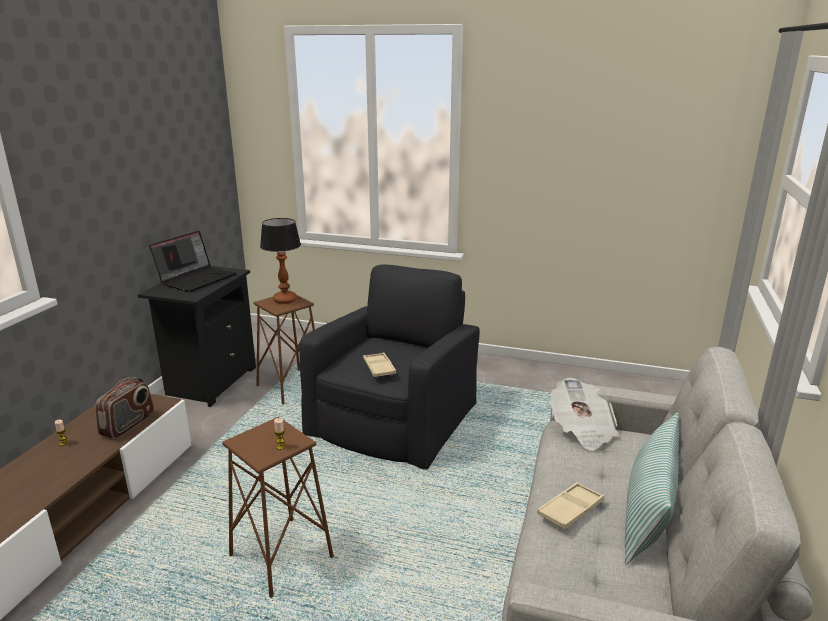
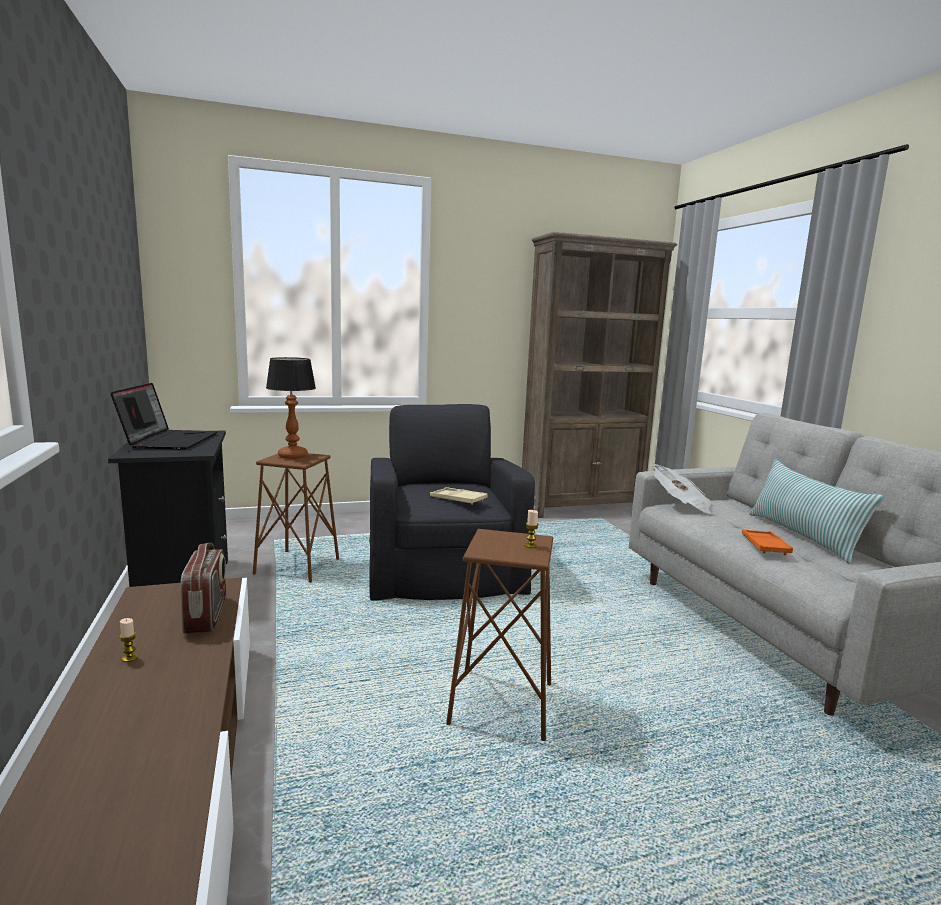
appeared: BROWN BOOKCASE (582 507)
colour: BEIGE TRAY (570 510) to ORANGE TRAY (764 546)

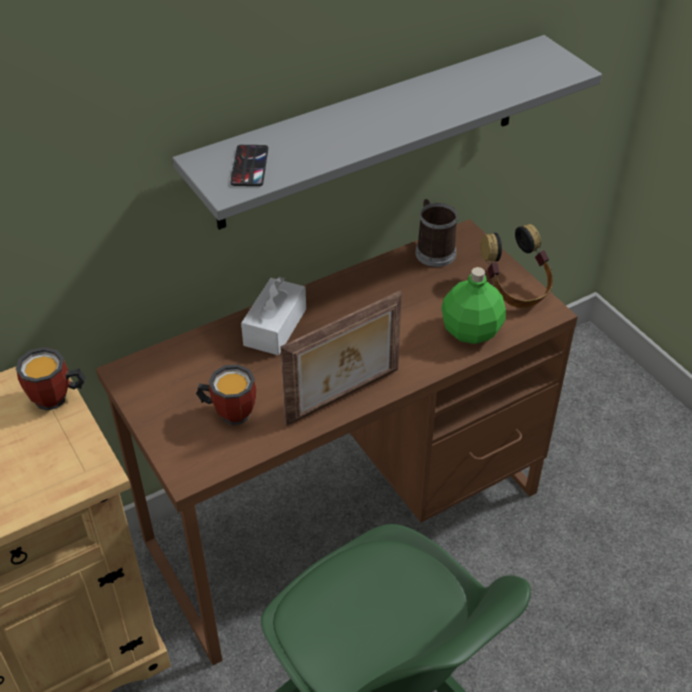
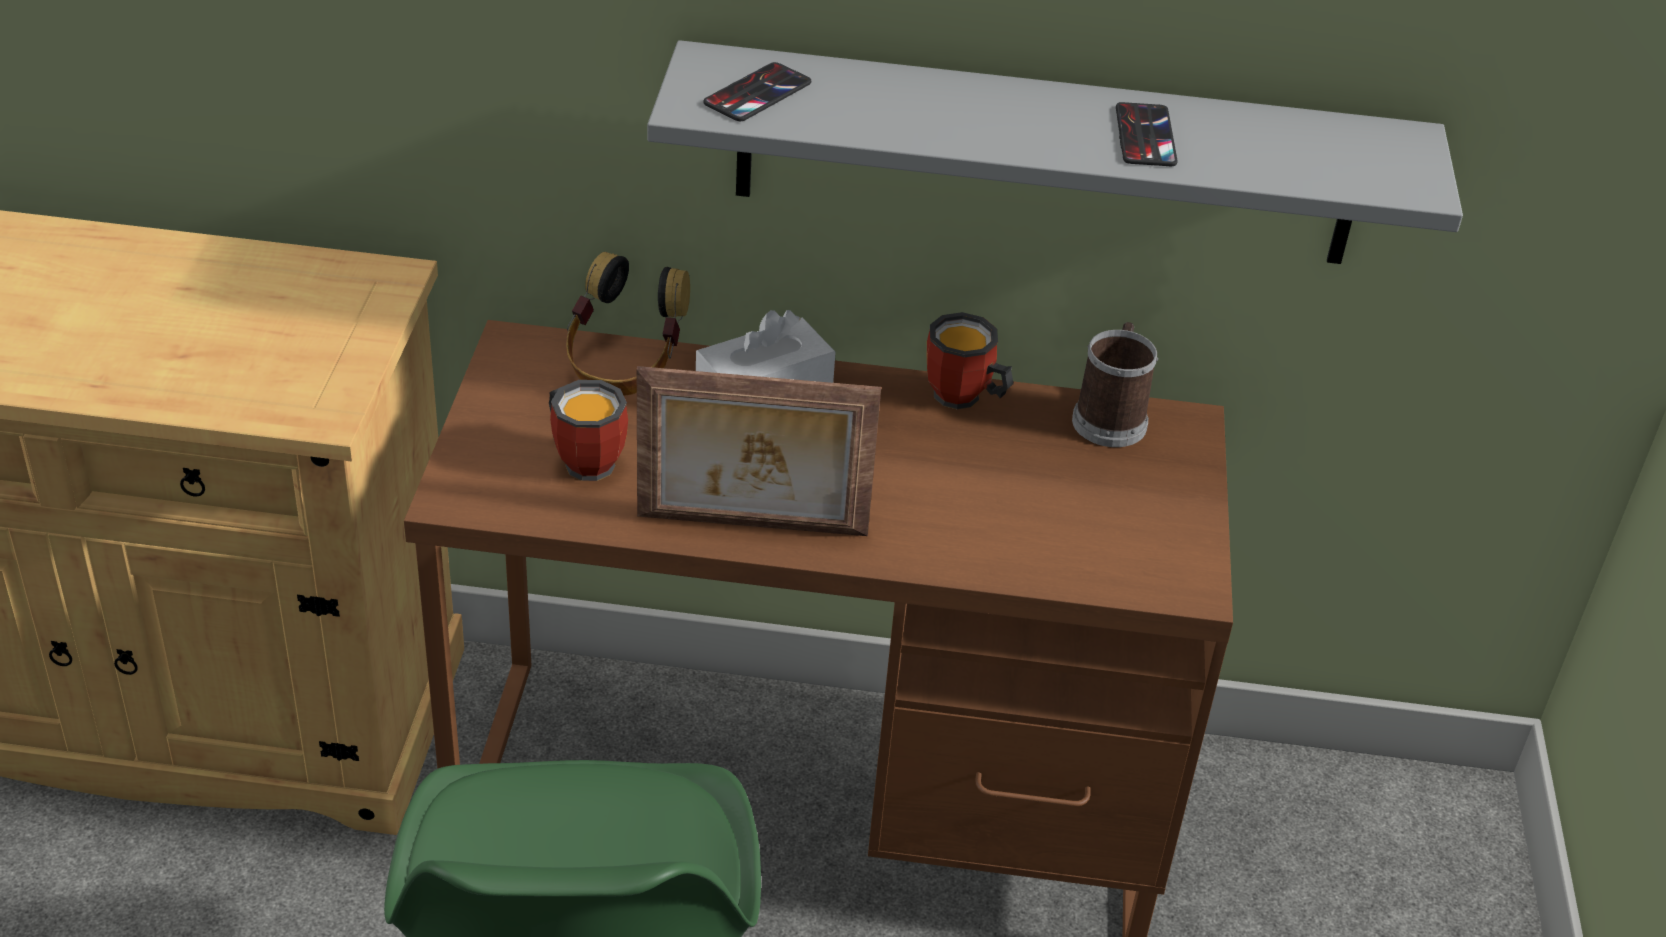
missing: GREEN BOTTLE (472 331)
appeared: PHONE (1145 136)
relocated: MUG (56 400) to (962 400); HEADPHONES (516 288) to (625 366)

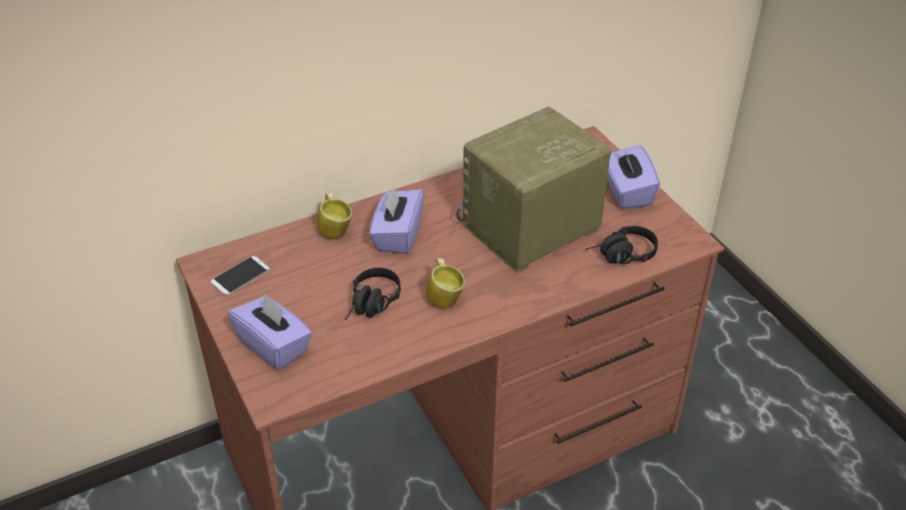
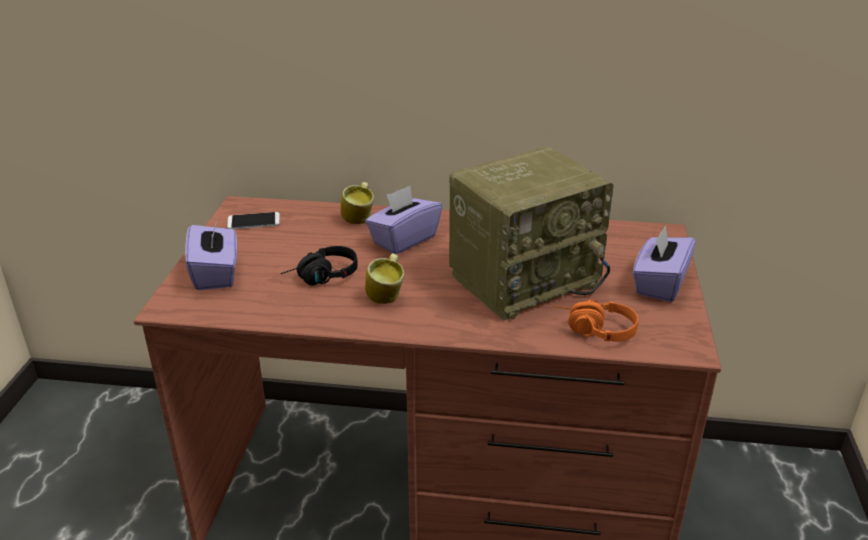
colour: BLACK HEADPHONES (621 256) to ORANGE HEADPHONES (593 330)
spun: RADIO (530 231) = (524 278) 150 degrees clockwise

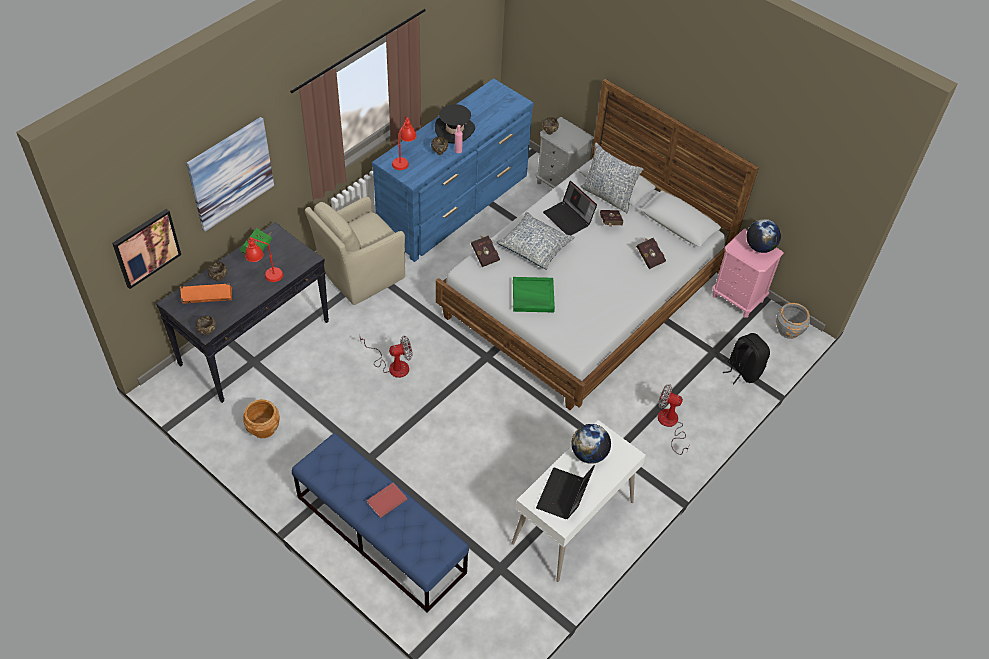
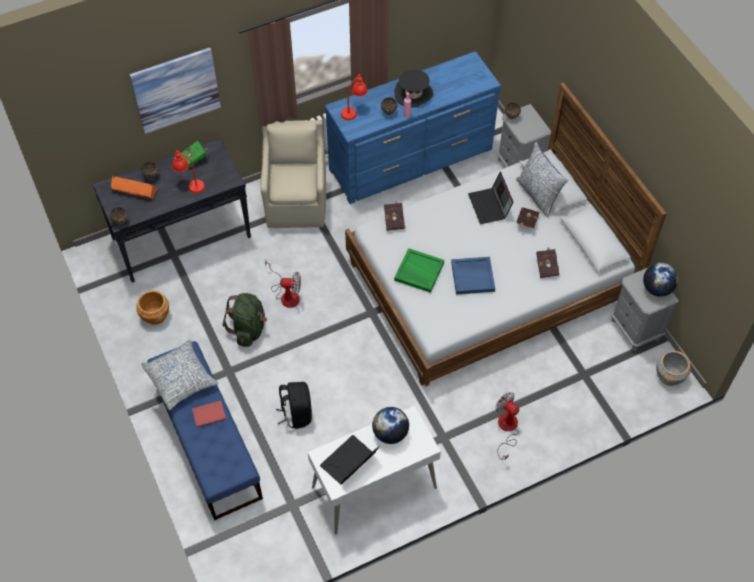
missing: PICTURE (146 247)
appeared: GREEN BACKPACK (249 329); BLUE TRAY (473 276)
relocated: PILLOW (535 247) to (181 379); BLACK BACKPACK (742 371) to (296 414)
colour: PINK NIGHTSTAND (738 298) to GREY NIGHTSTAND (635 329)
spun: BEIGE ARMCHAIR (359 274) = (296 202) 105 degrees clockwise

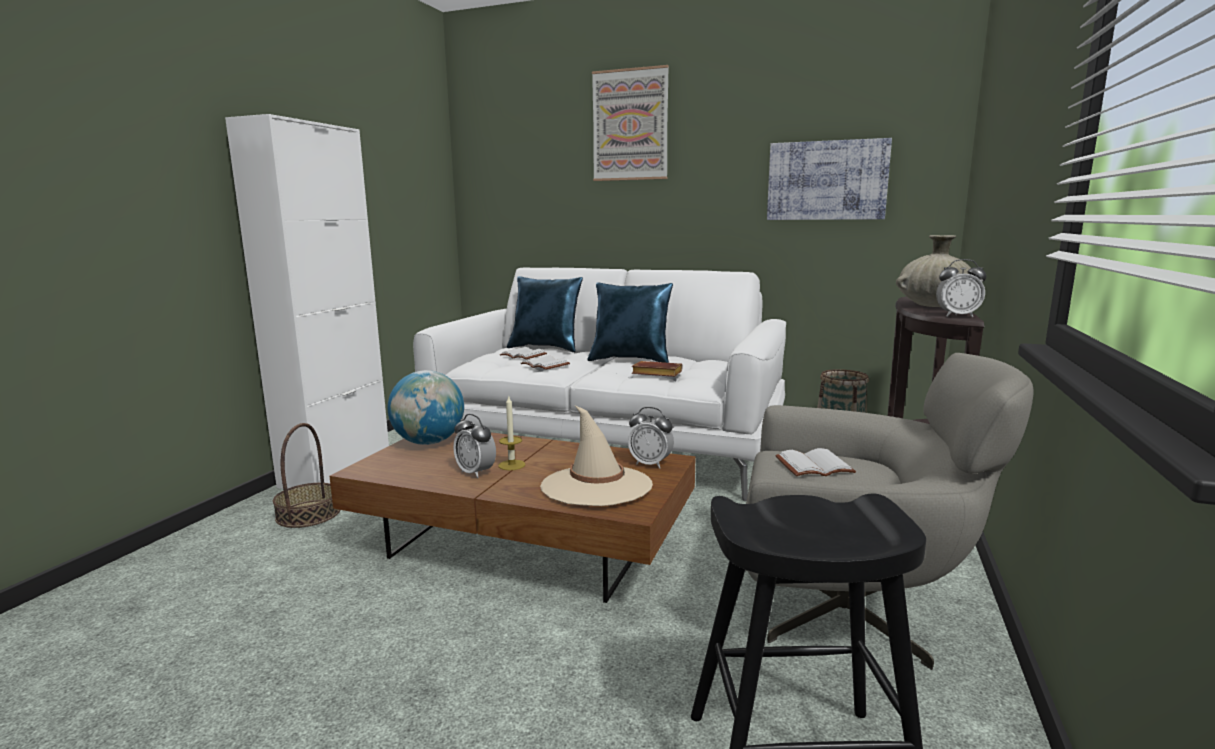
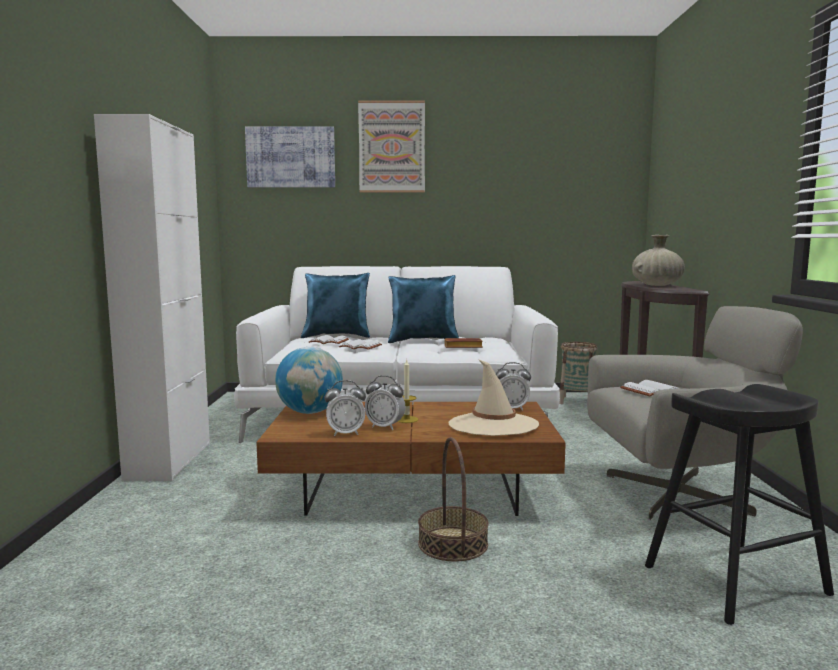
relocated: BASKET (308 514) to (452 544); PICTURE (826 180) to (291 157); ALARM CLOCK (957 316) to (345 433)

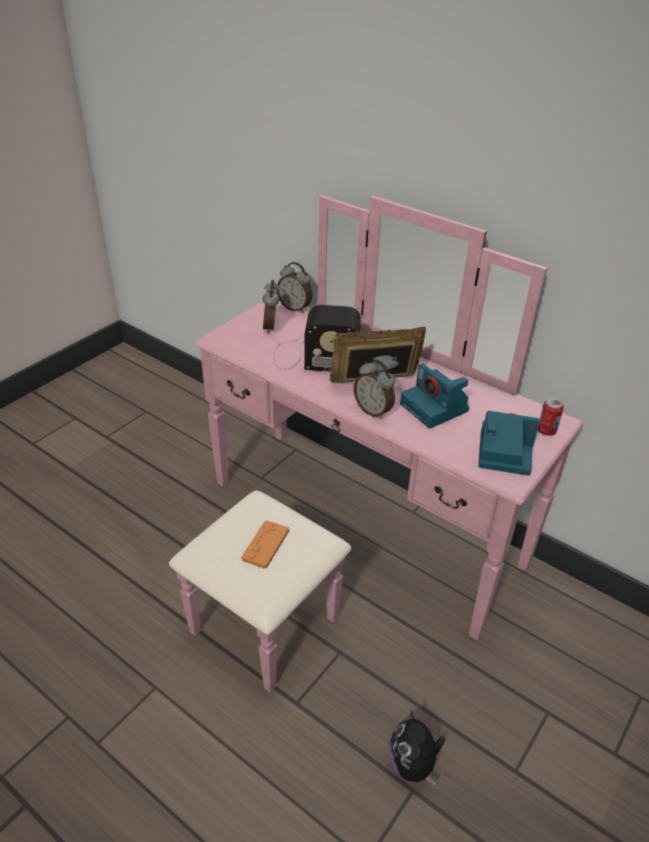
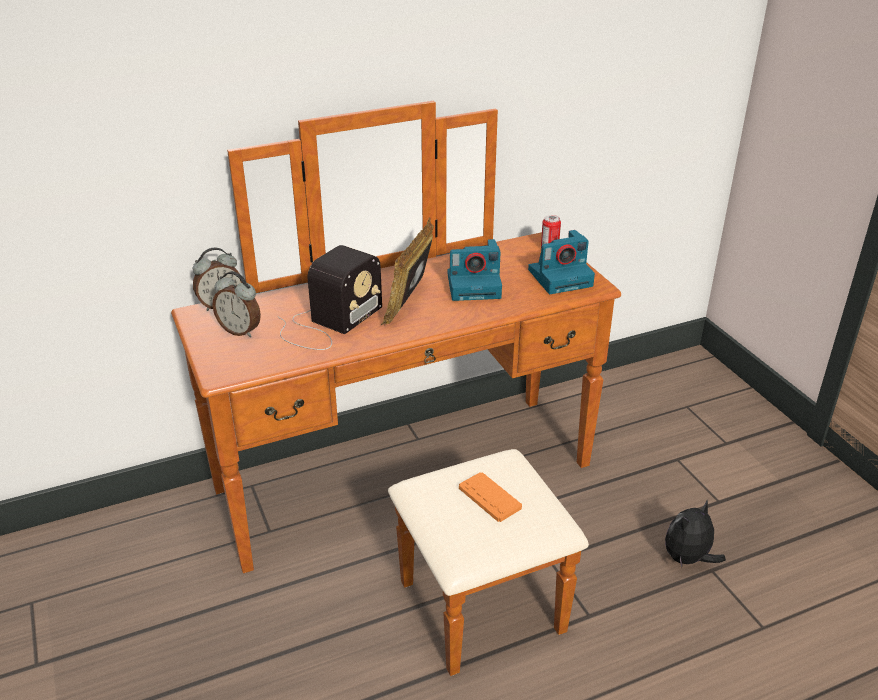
missing: ALARM CLOCK (373 410)
colour: PINK DRESSER (345 544) to BROWN DRESSER (422 503)
spun: PLUSH TOY (413 764) = (688 559) 120 degrees clockwise; PHOTO CAMERA (503 453) = (561 277) 150 degrees counterclockwise

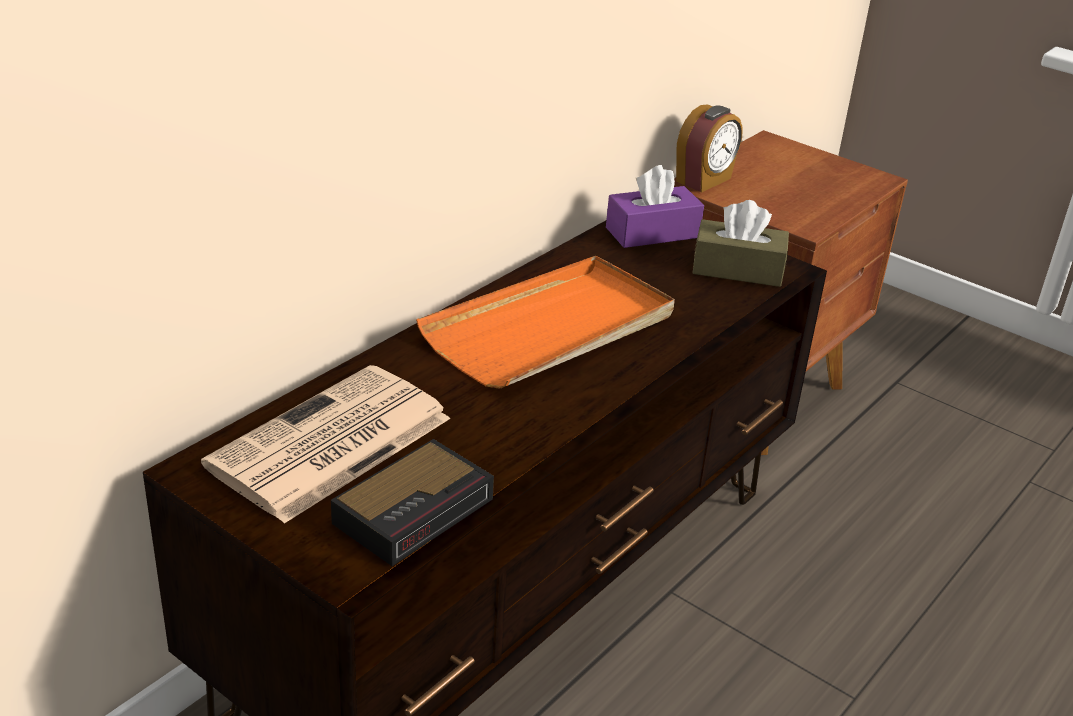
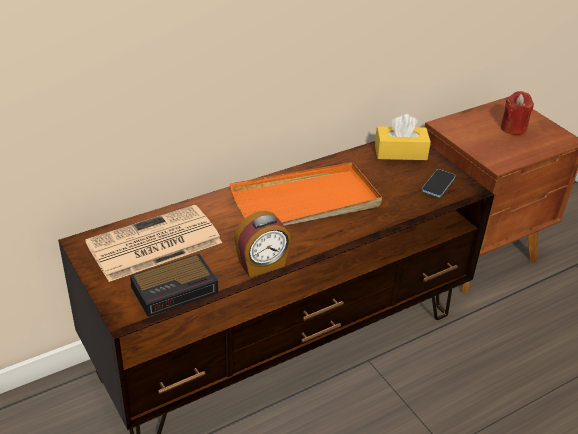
appeared: RED CANDLE (513 128)
relocated: ALARM CLOCK (704 180) to (262 265)
exchanged: BROWN TISSUE BOX (737 269) to PHONE (438 184)
colour: PURPLE TISSUE BOX (652 233) to YELLOW TISSUE BOX (400 152)

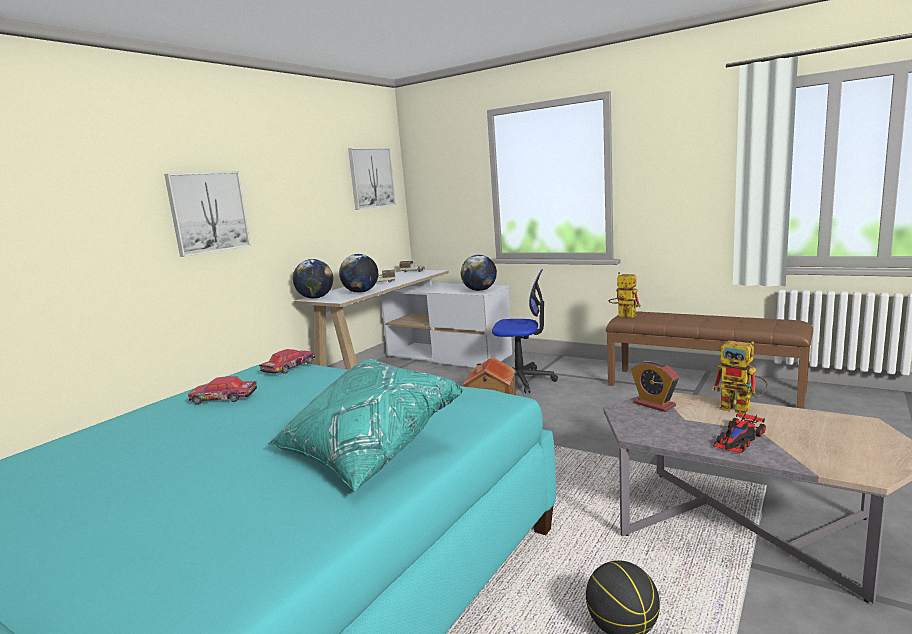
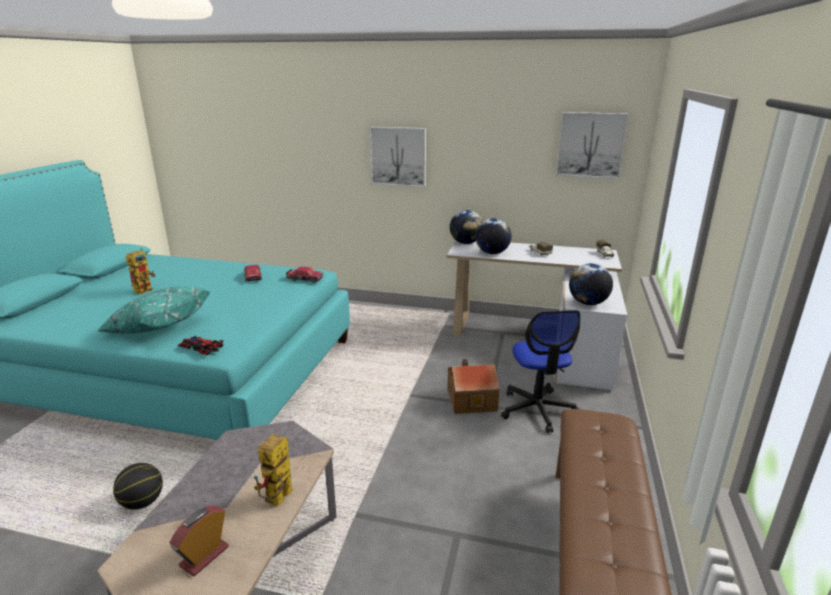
relocated: TOY ROBOT (623 315) to (145 289); ALARM CLOCK (654 404) to (204 556); TOY CAR (739 438) to (200 347)

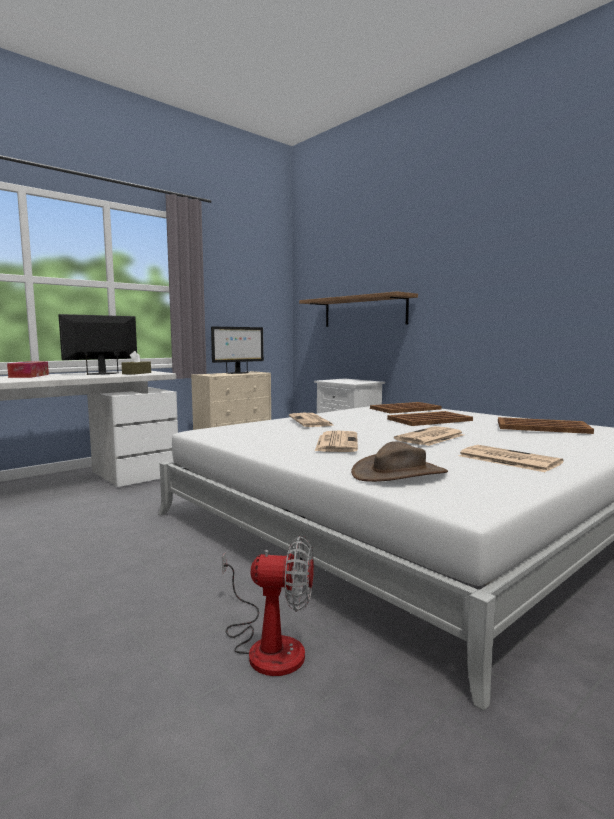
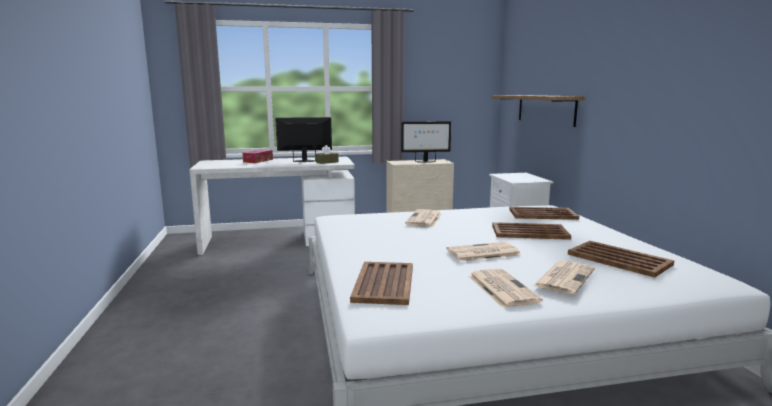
missing: FAN (267 645)
relocated: NEWSPAPER (336 442) to (564 277)
exchanged: BROWN HAT (399 473) to BROWN TRAY (384 283)

